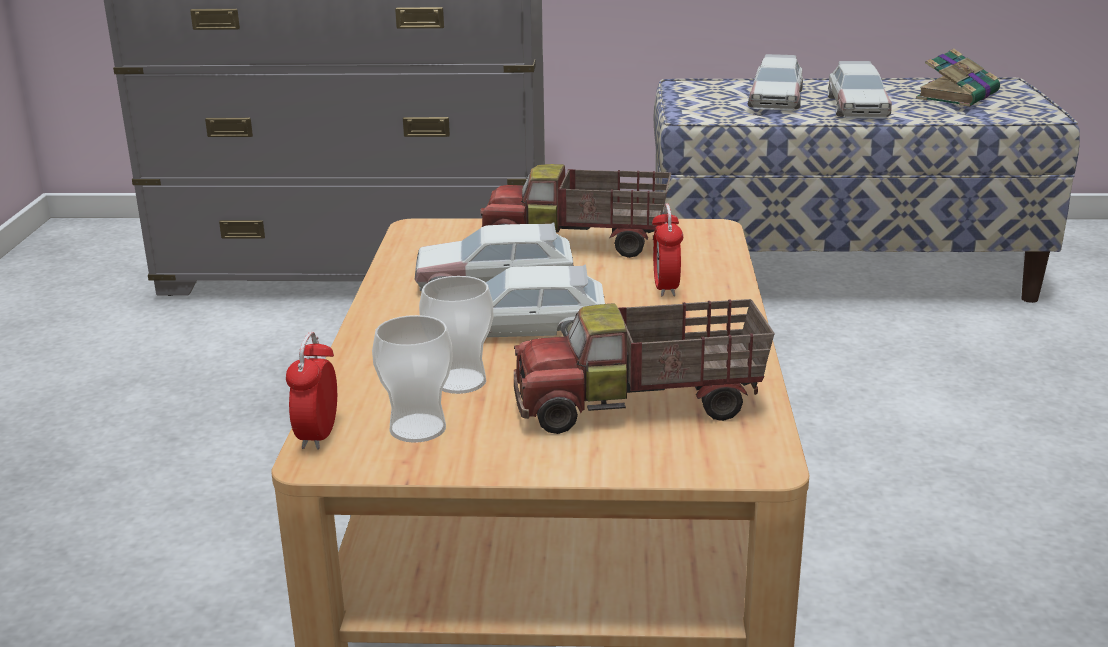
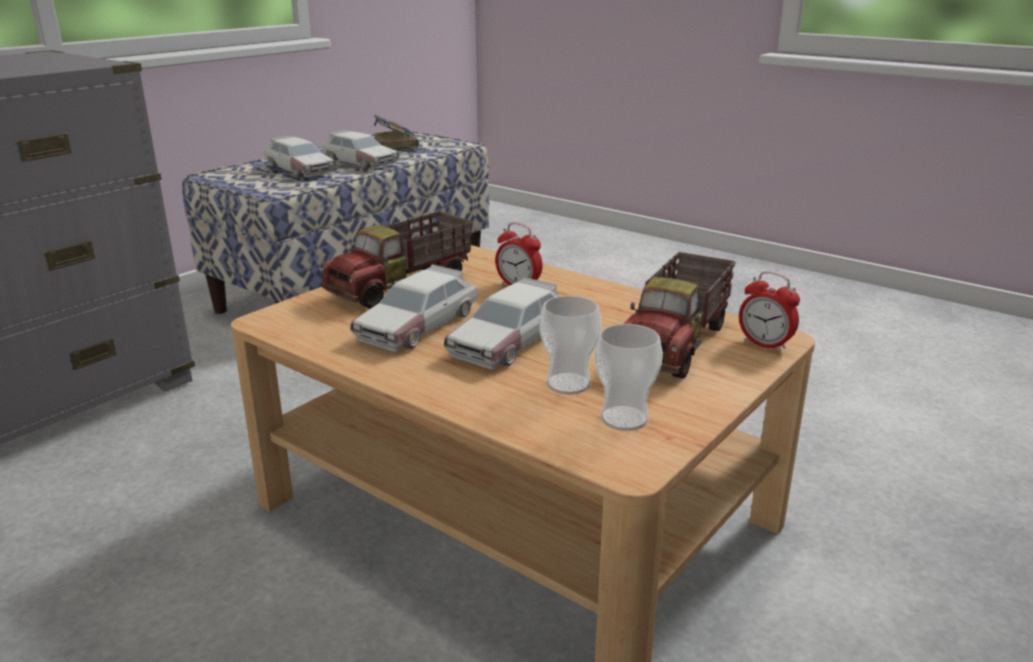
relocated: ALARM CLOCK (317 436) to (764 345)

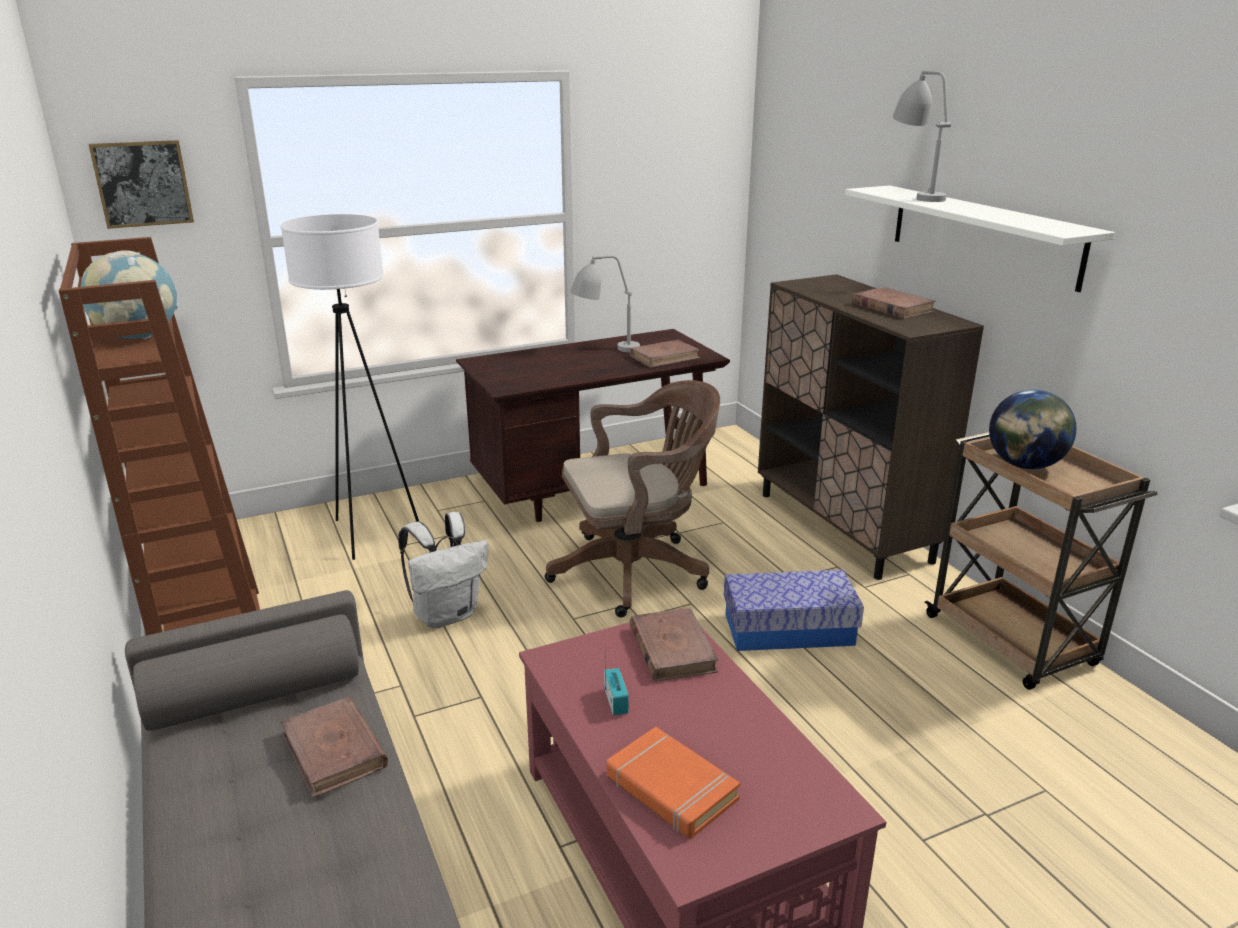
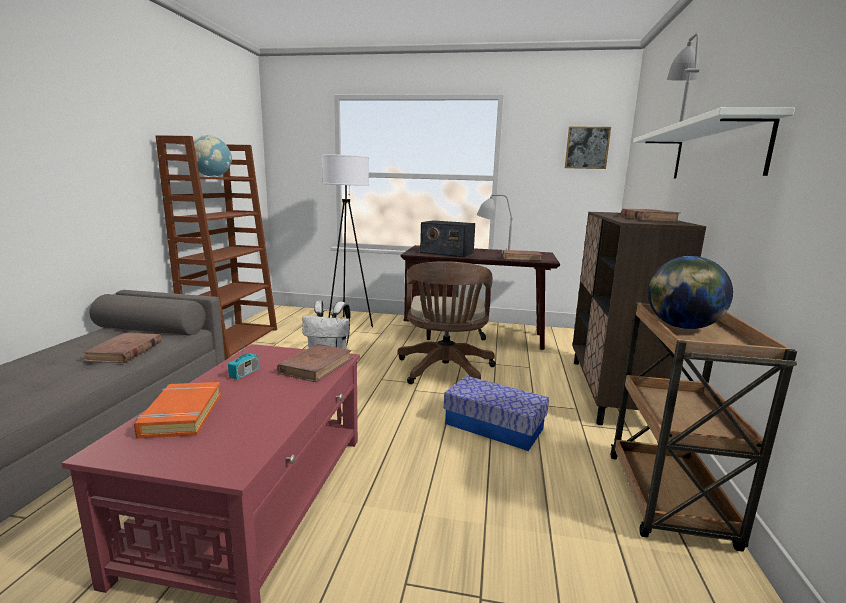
appeared: RADIO (446 253)
relocated: PICTURE (143 184) to (587 148)
spun: BROWN OFFICE CHAIR (636 571) = (445 371) 75 degrees clockwise

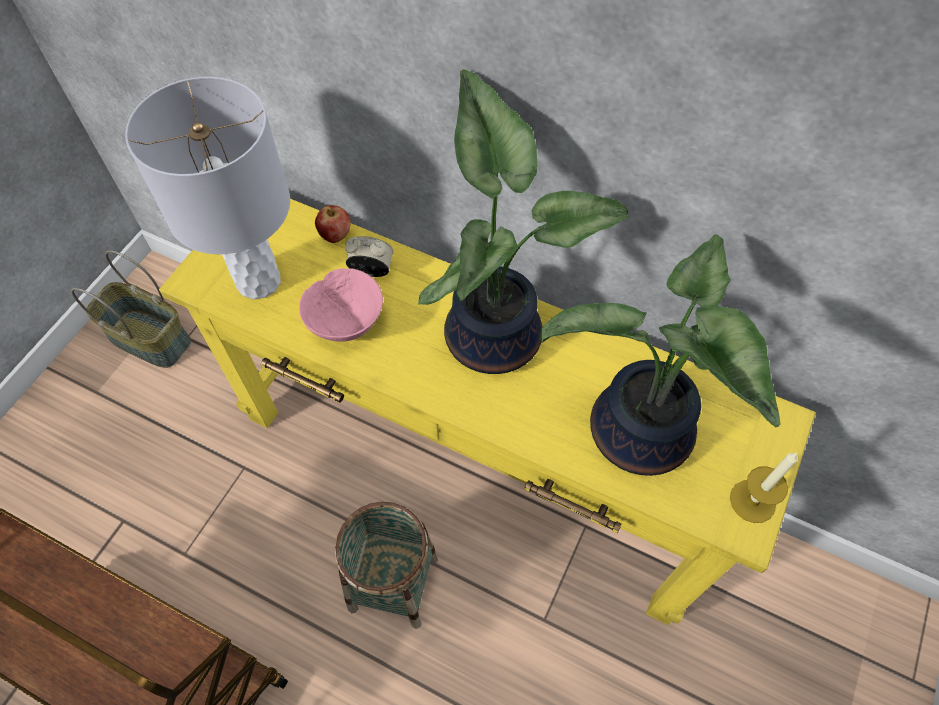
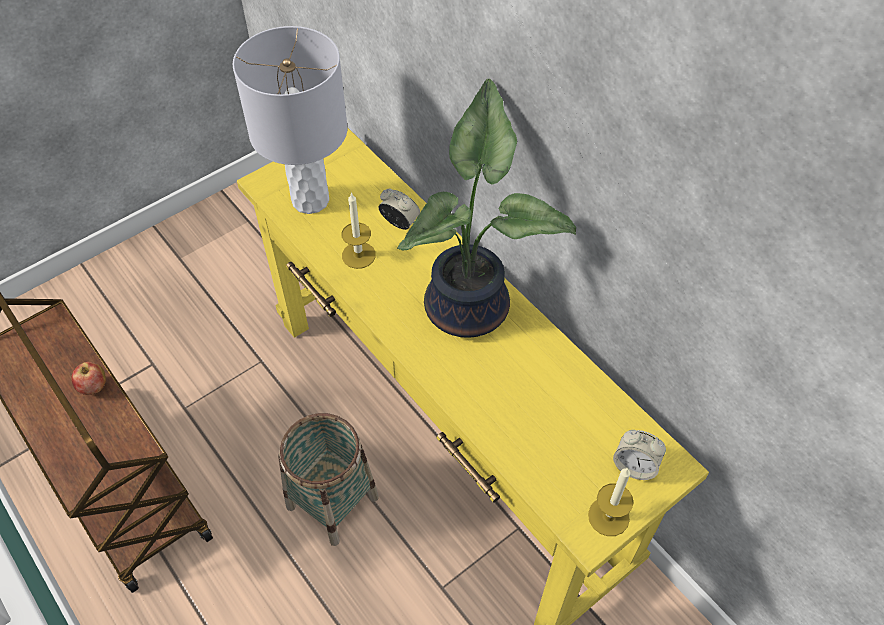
missing: BASKET (151 338); POTTED PLANT (636 437)
appeared: ALARM CLOCK (634 466)
relocated: APPLE (335 235) to (94 387)
exchanged: PINK BOWL (346 323) to CANDLE (358 255)

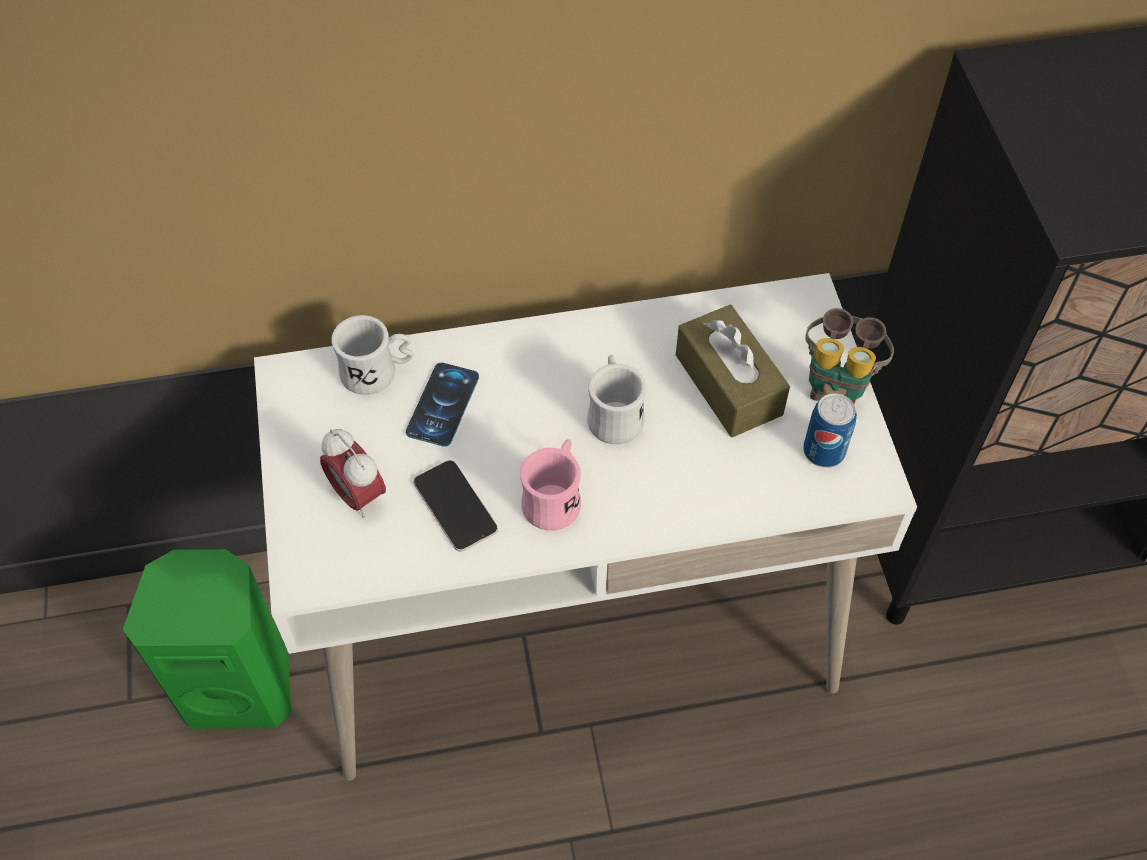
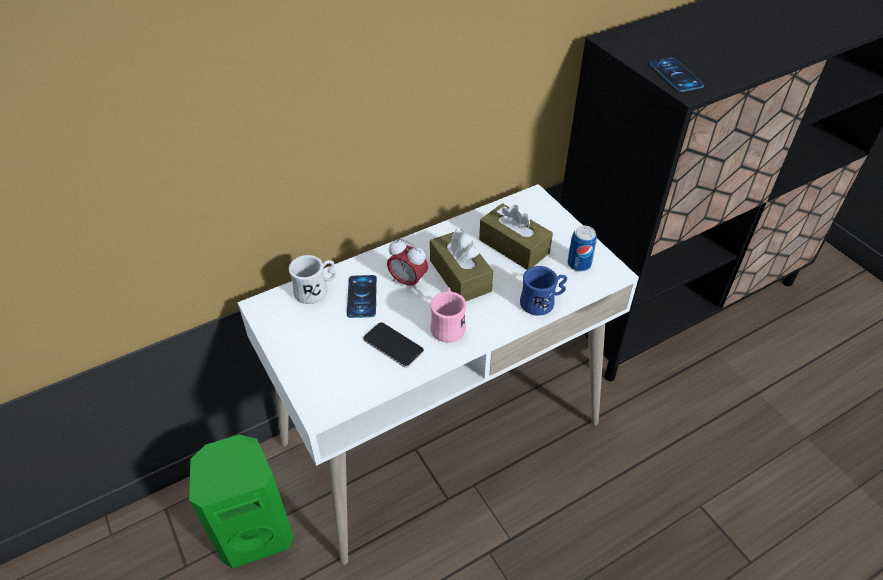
missing: BINOCULARS (837 383)
appeared: BLUE MUG (542 302); PHONE (676 75)
relocated: ALARM CLOCK (358 495) to (408 281)
exchanged: WHITE MUG (614 414) to BROWN TISSUE BOX (460 276)

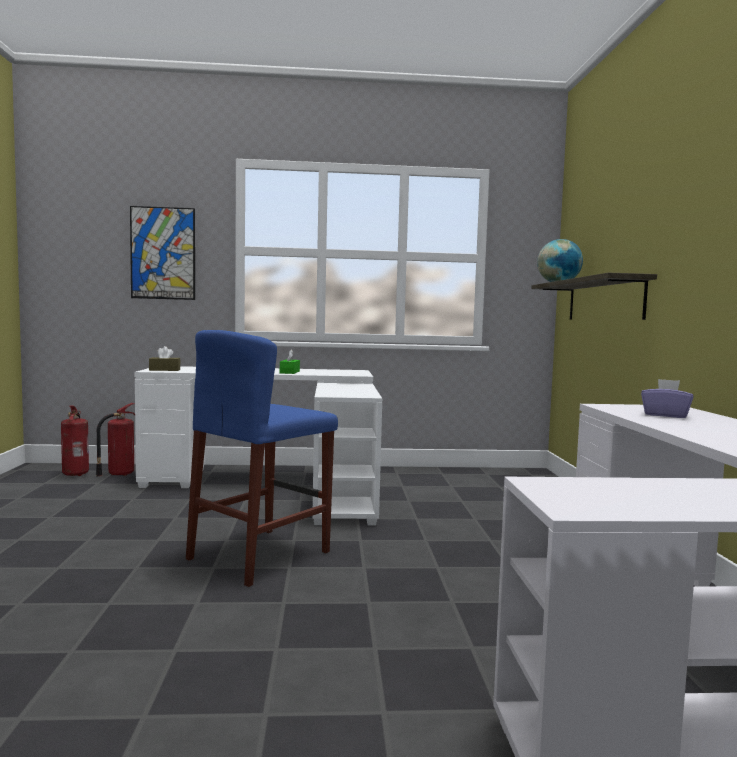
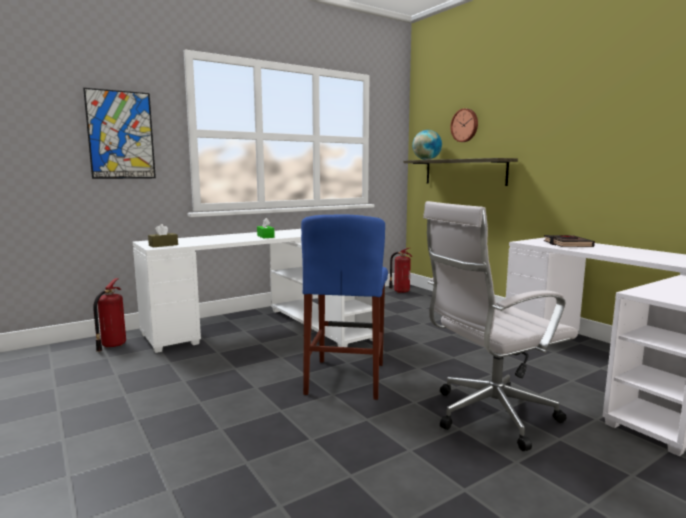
appeared: WHITE OFFICE CHAIR (488 416); WALL CLOCK (465 125)
relocated: FIRE EXTINGUISHER (76 474) to (400 291)
exchanged: PURPLE TISSUE BOX (665 415) to BLACK BOOK (567 244)

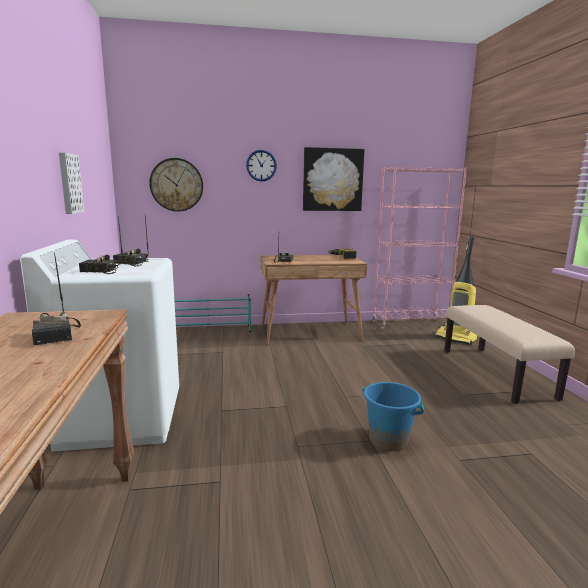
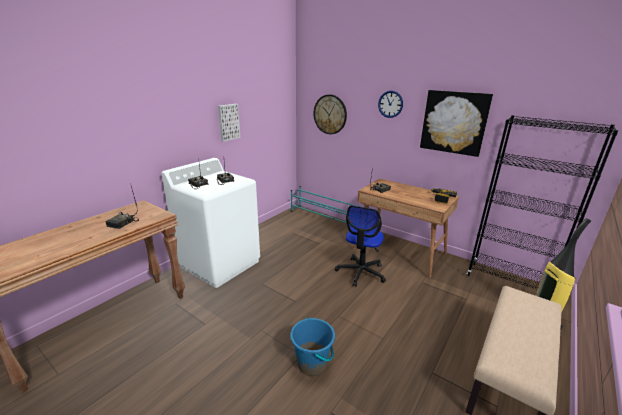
appeared: OFFICE CHAIR (361 272)
colour: PINK BOOKCASE (410 324) to BLACK BOOKCASE (508 282)

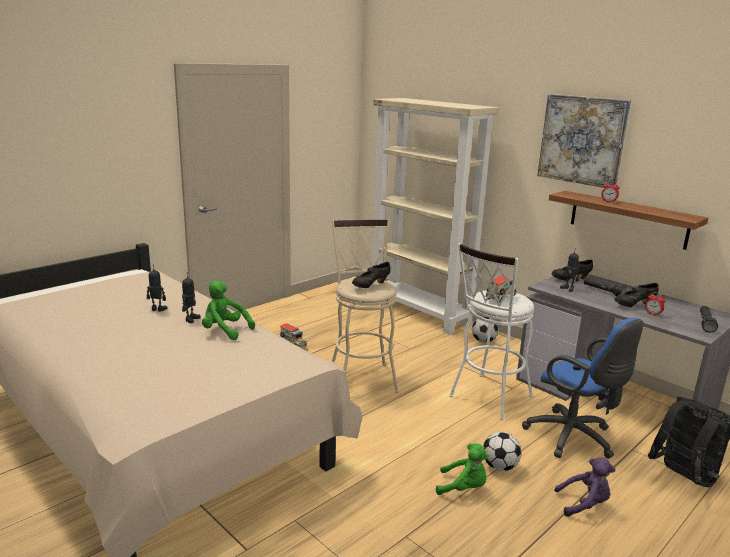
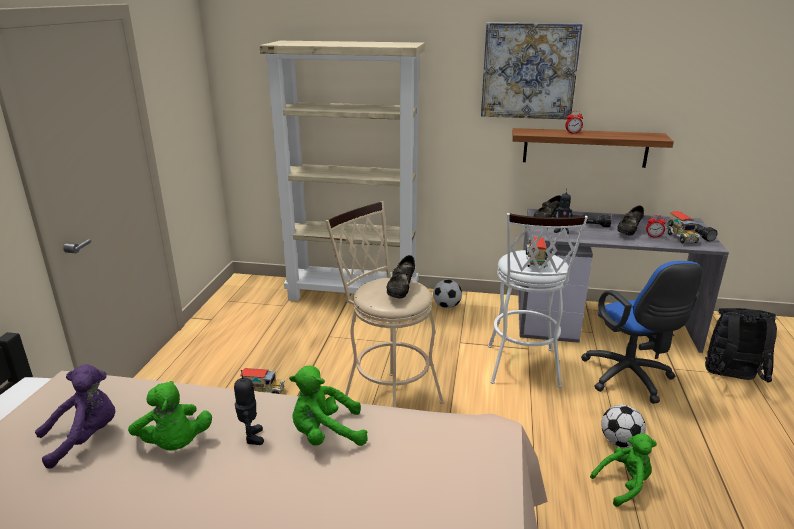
appeared: TOY TRUCK (680 238)
relocated: PURPLE PLUSH TOY (584 504) to (85 438)
exchanged: TOY ROBOT (157 310) to GREEN PLUSH TOY (175 444)
spun: BLUE OFFICE CHAIR (574 438) = (629 379) 60 degrees clockwise

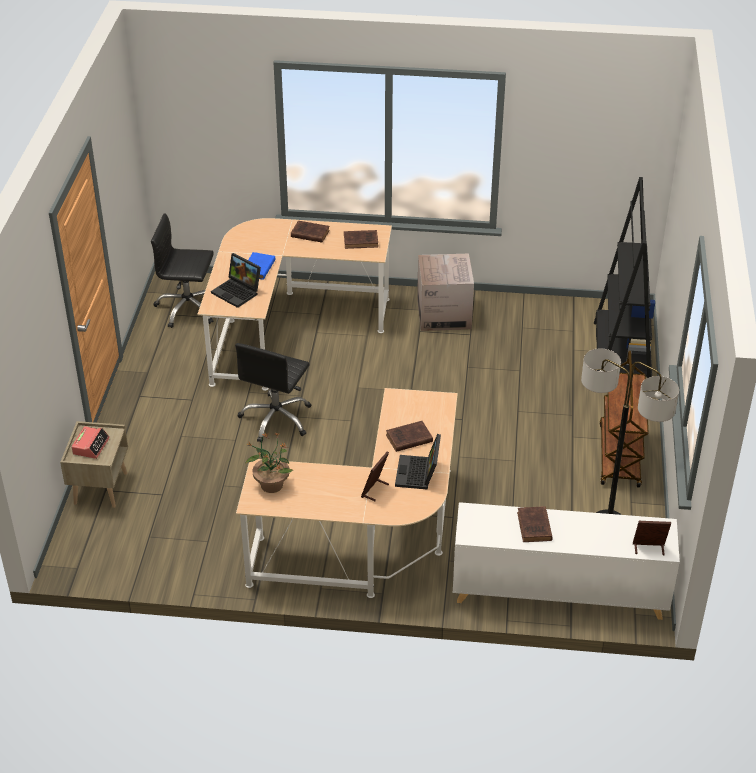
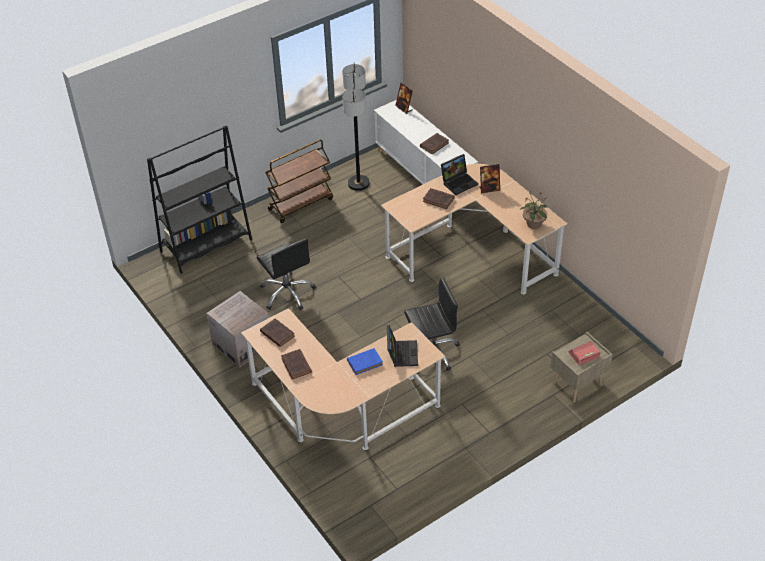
relocated: BLACK OFFICE CHAIR (188 308) to (287 293)

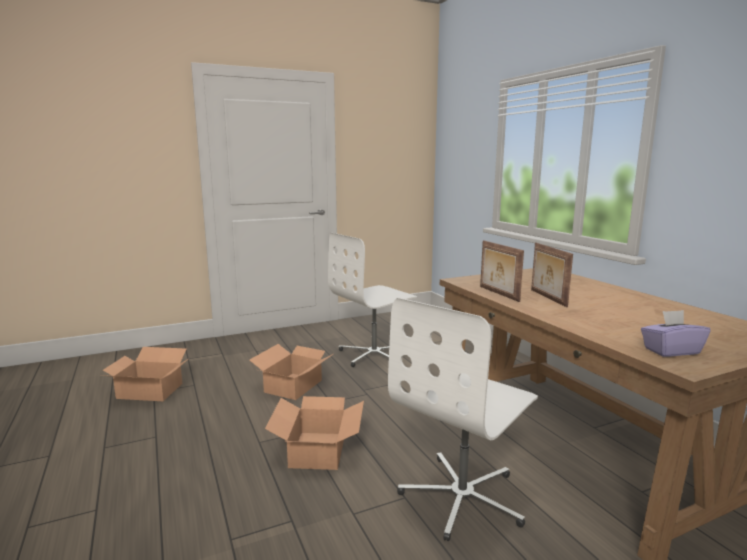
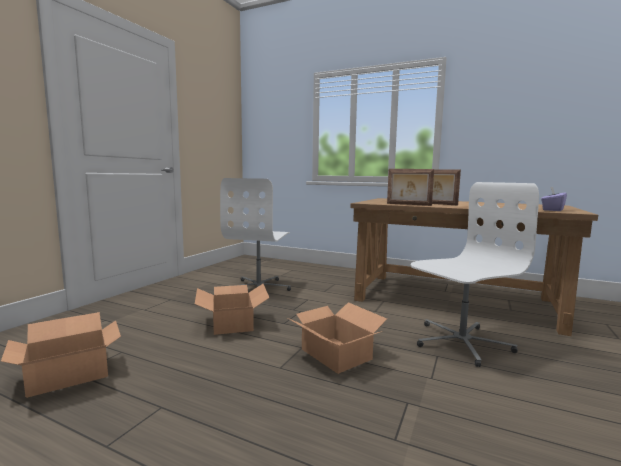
spun: WHITE OFFICE CHAIR (463 497) = (460 342) 120 degrees counterclockwise

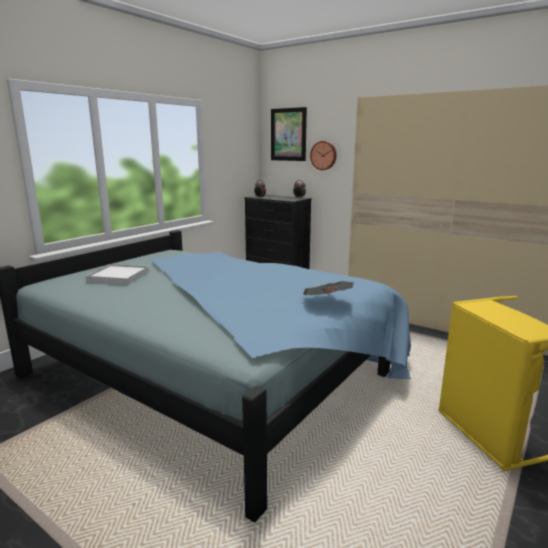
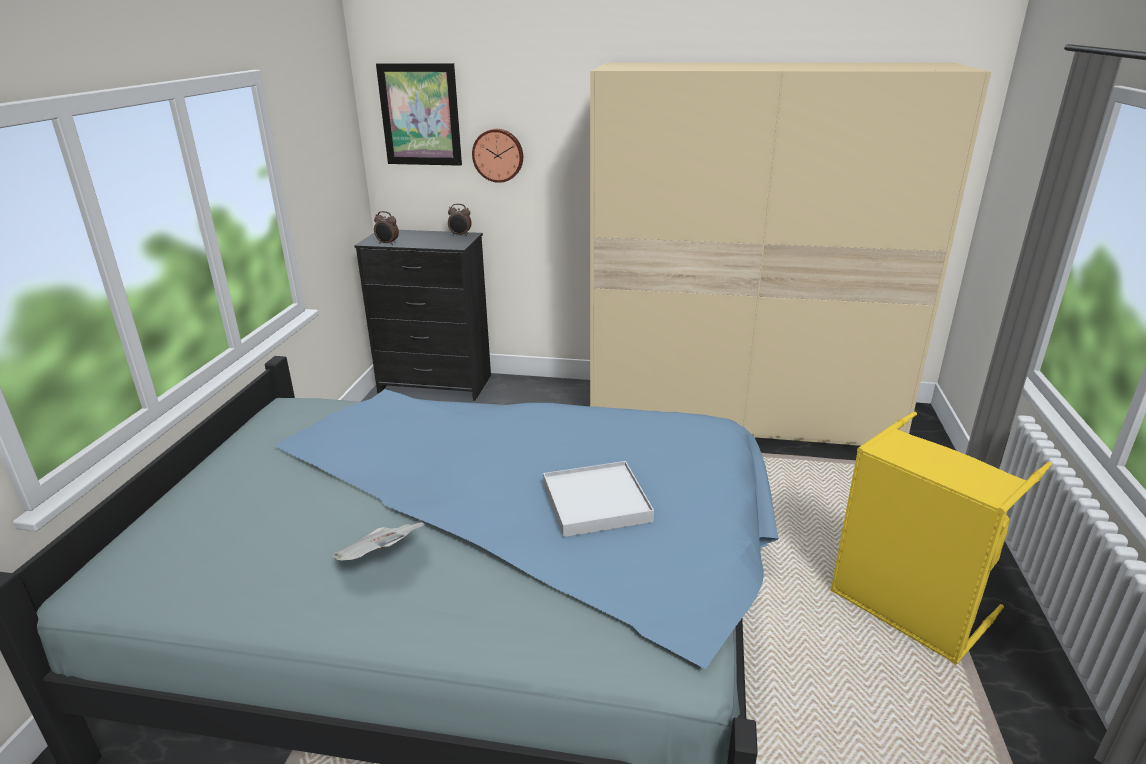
relocated: WHITE TRAY (118 277) to (596 502); NEWSPAPER (327 302) to (381 559)

